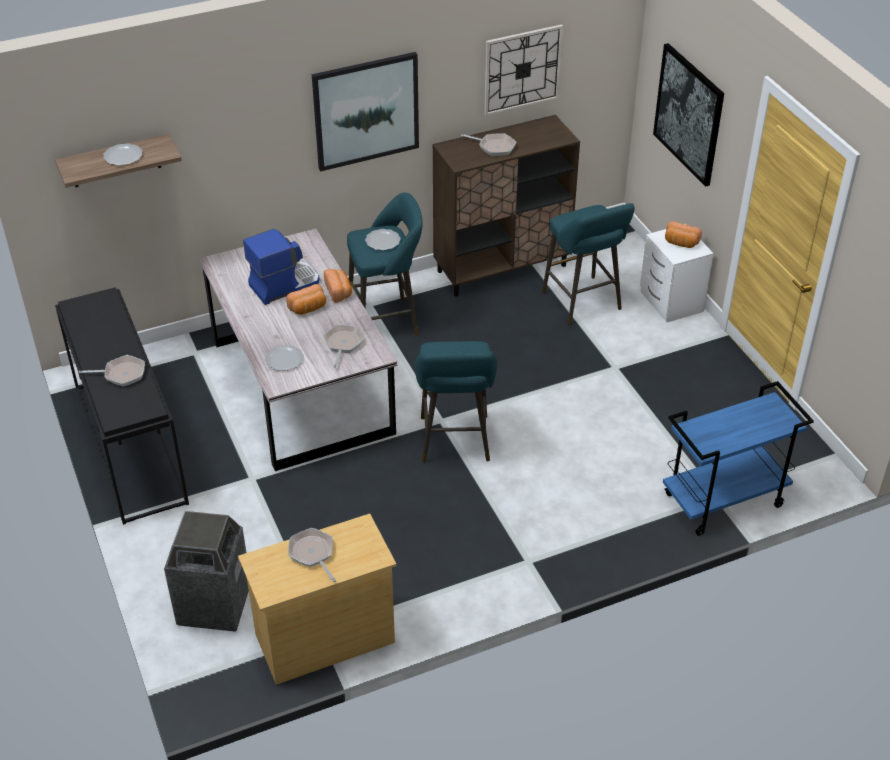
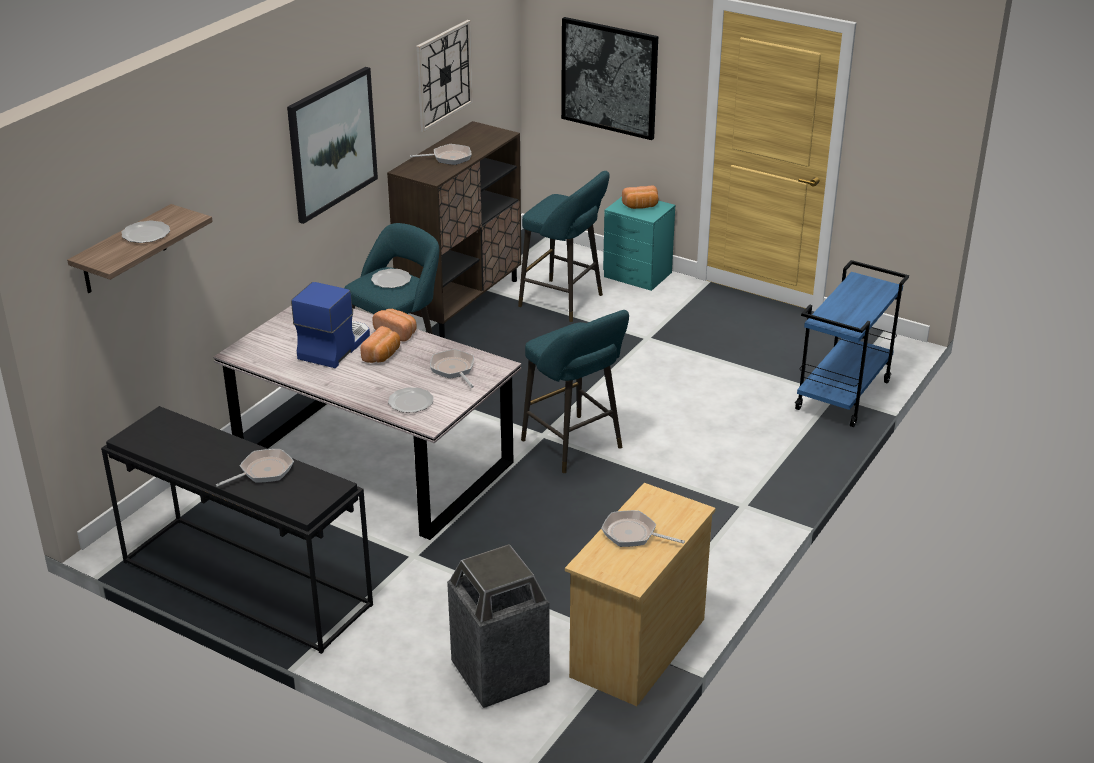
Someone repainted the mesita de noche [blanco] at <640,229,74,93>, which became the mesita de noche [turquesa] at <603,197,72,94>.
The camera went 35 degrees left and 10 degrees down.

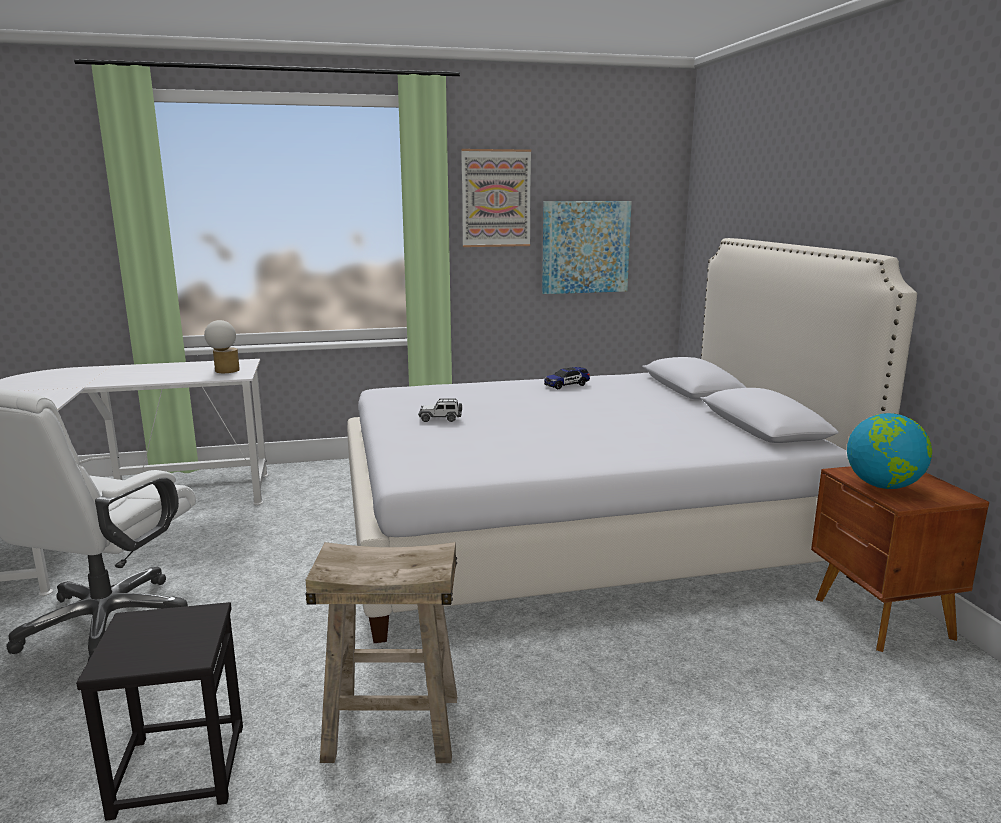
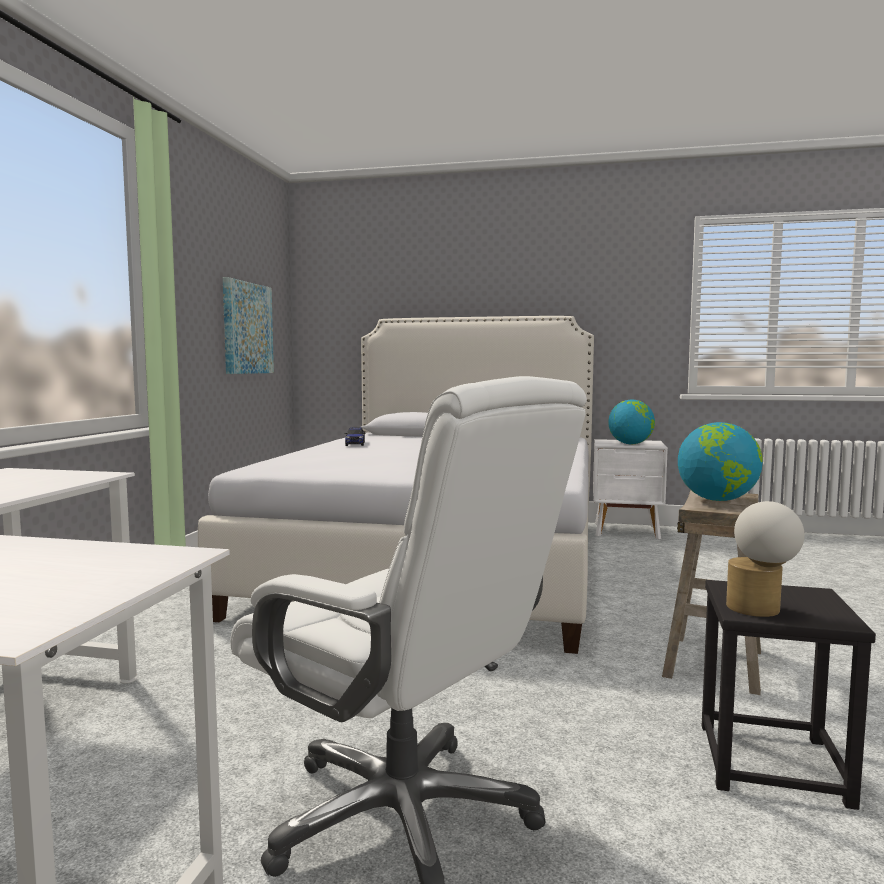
Someone took away the cuadro at <461,149,70,98>.
Someone carried the lámpara de mesa from <204,320,36,53> to <726,501,78,116>.
Someone took away the coche de juguete at <418,398,44,24>.
Someone repainted the mesita de noche [marrón] at <811,466,178,186>, which became the mesita de noche [blanco] at <593,439,75,100>.
Someone put down the globo terráqueo at <678,422,85,79>.
The camera went 65 degrees left and 10 degrees down.

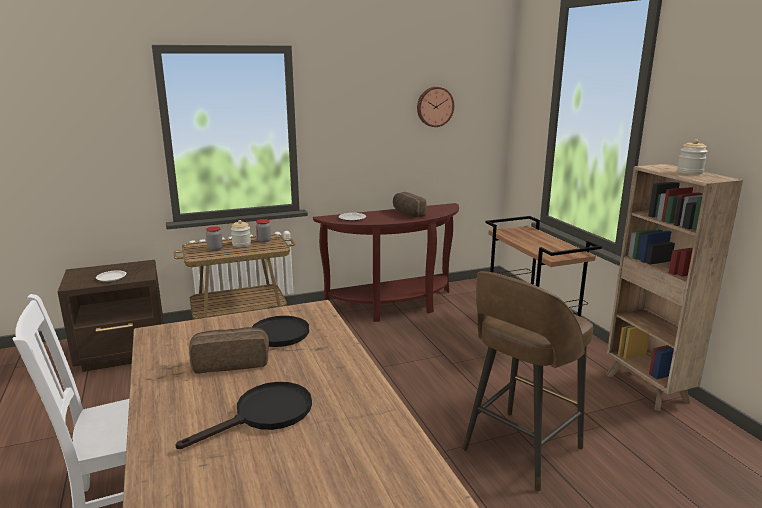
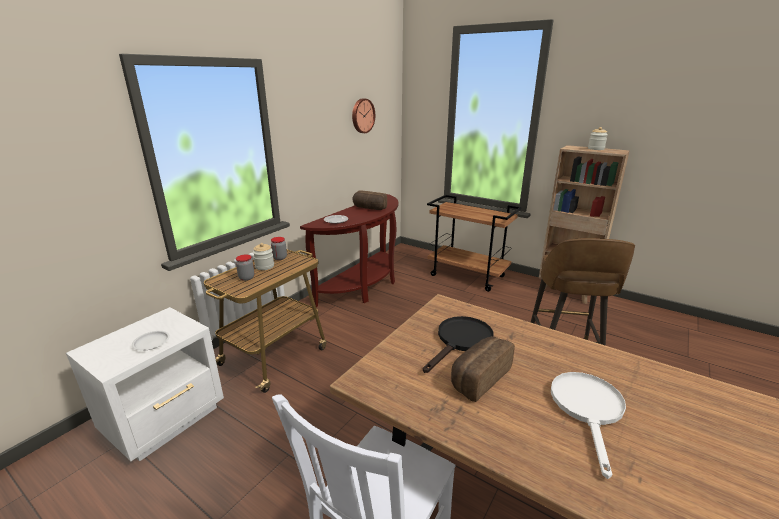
Someone repainted the mesita de noche [marrón] at <57,260,107,112>, which became the mesita de noche [blanco] at <66,307,158,154>.
Someone repainted the sartén [negro] at <175,382,137,67>, which became the sartén [blanco] at <551,372,75,107>.
The camera went 35 degrees left and 5 degrees up.

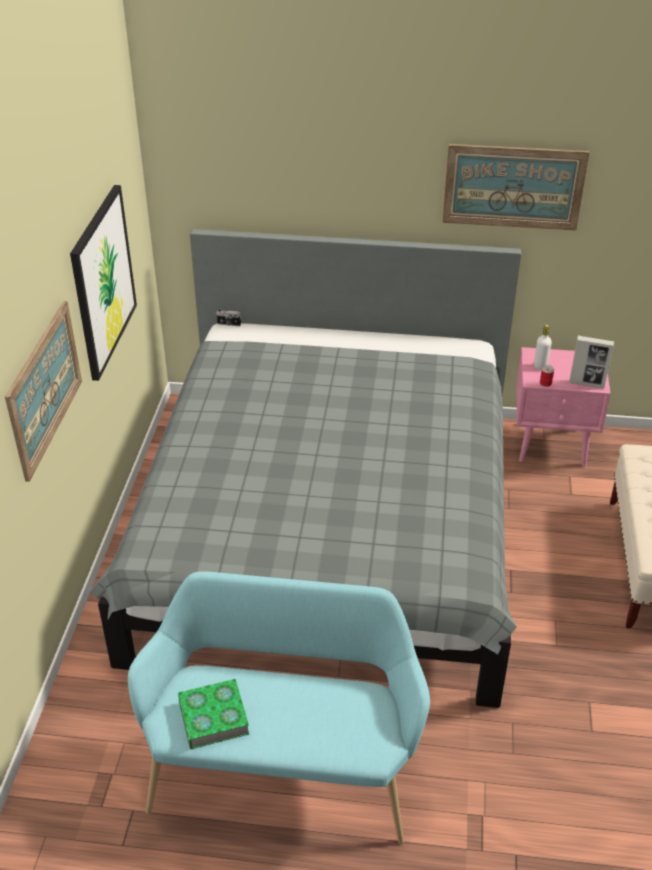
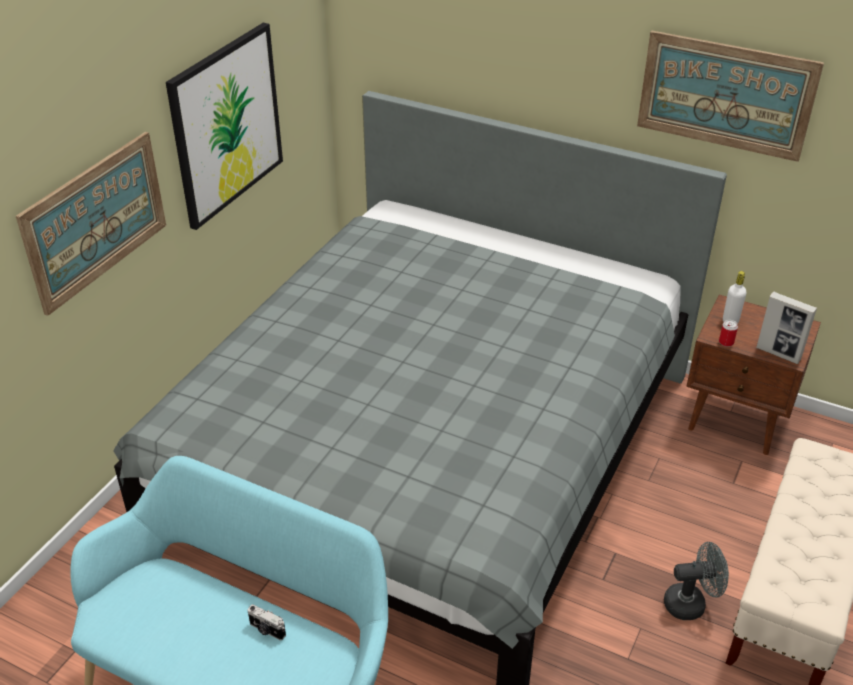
Someone carried the cámara from <216,310,25,16> to <248,604,38,36>.
Someone repainted the mesita de noche [rosa] at <516,347,95,120>, which became the mesita de noche [marrón] at <686,295,135,160>.
Someone took away the libro at <178,679,71,70>.
Someone put down the ventilador [gris] at <664,542,65,78>.
The camera went 20 degrees right and 0 degrees up.

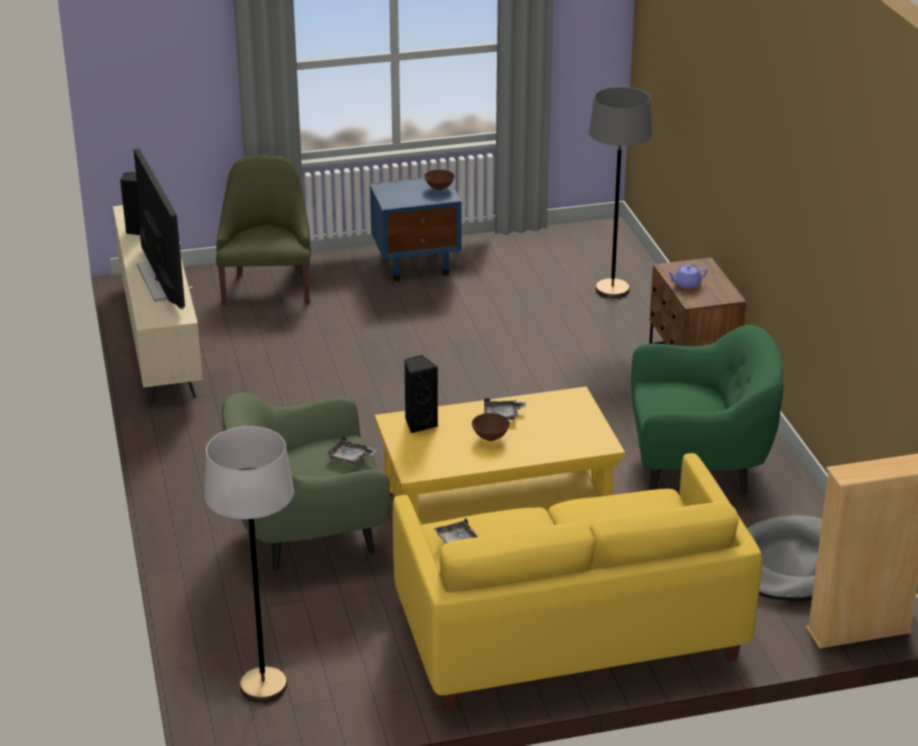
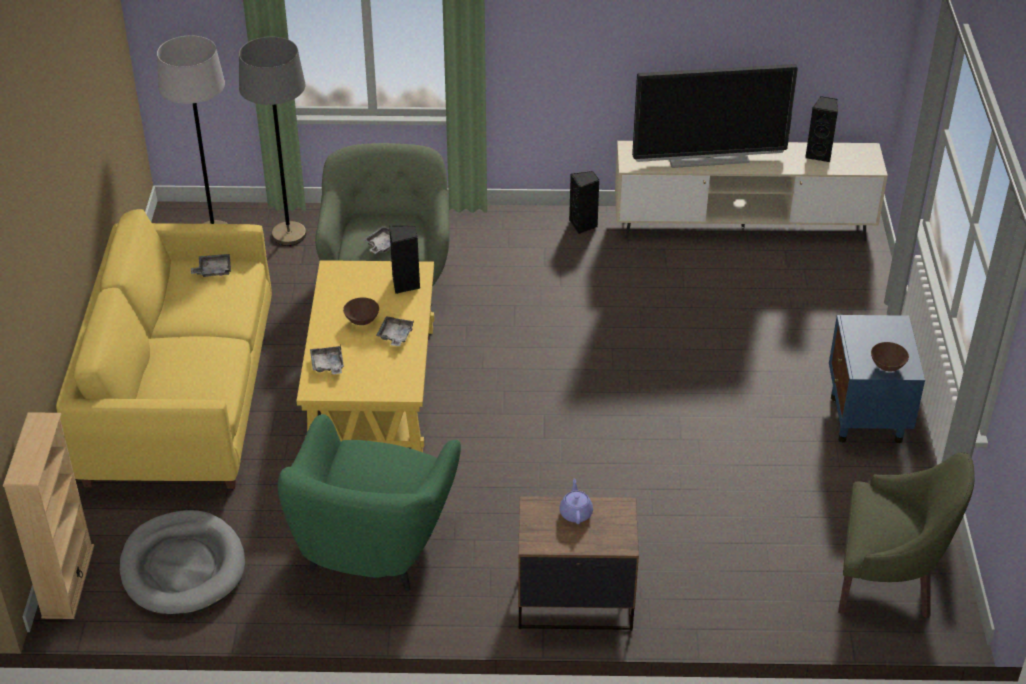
Someone carried the lámpara de pie [gris] from <589,87,63,211> to <239,37,68,209>.
Someone carried the sillón [verde] from <216,155,95,151> to <838,452,137,166>.
Someone put down the altavoz [negro] at <569,171,31,63>.
Someone put down the bandeja [gris] at <310,344,34,30>.
The camera went 105 degrees right and 10 degrees up.

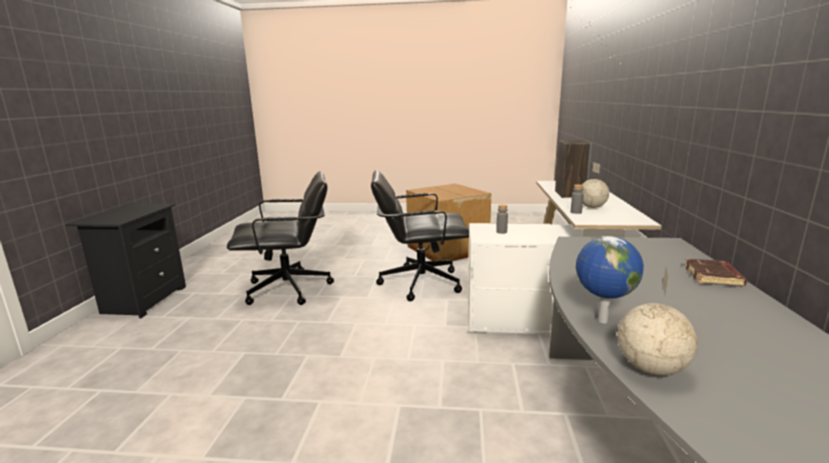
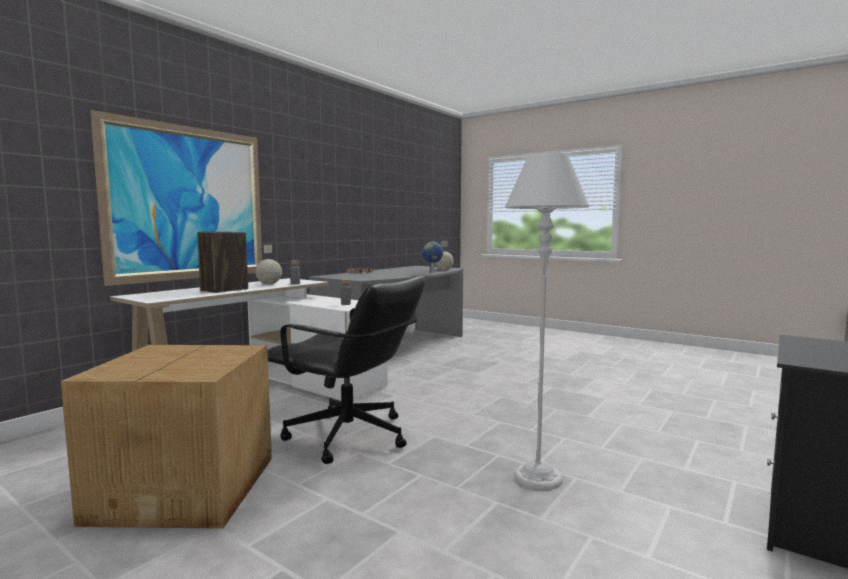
Someone swapped the silla de oficina [negro] at <227,171,107,134> for the lámpara de pie [gris] at <505,153,84,337>.
Someone put up the cuadro at <90,110,172,176>.
The camera went 150 degrees left and 10 degrees down.

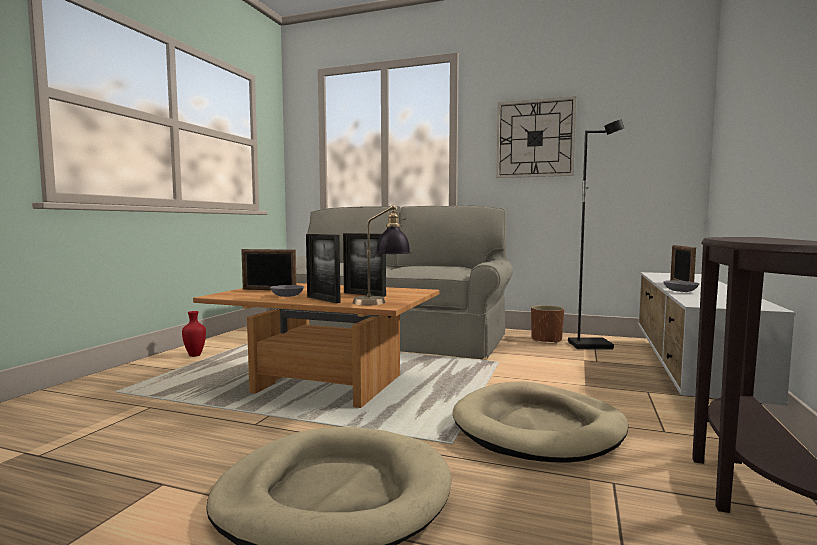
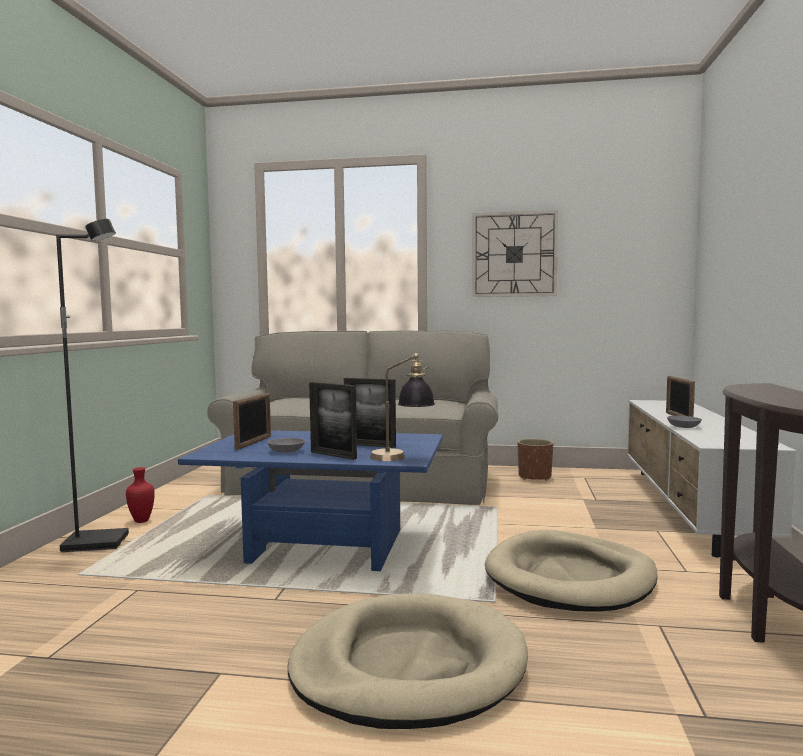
Someone carried the lámpara de pie [negro] from <568,119,56,231> to <56,219,73,333>.
Someone rotated the portarretratos at <241,249,56,41> by 75 degrees counterclockwise.
Someone repainted the mesa de centro [marrón] at <193,283,247,125>, which became the mesa de centro [azul] at <178,430,265,141>.
The camera went 10 degrees left and 0 degrees up.

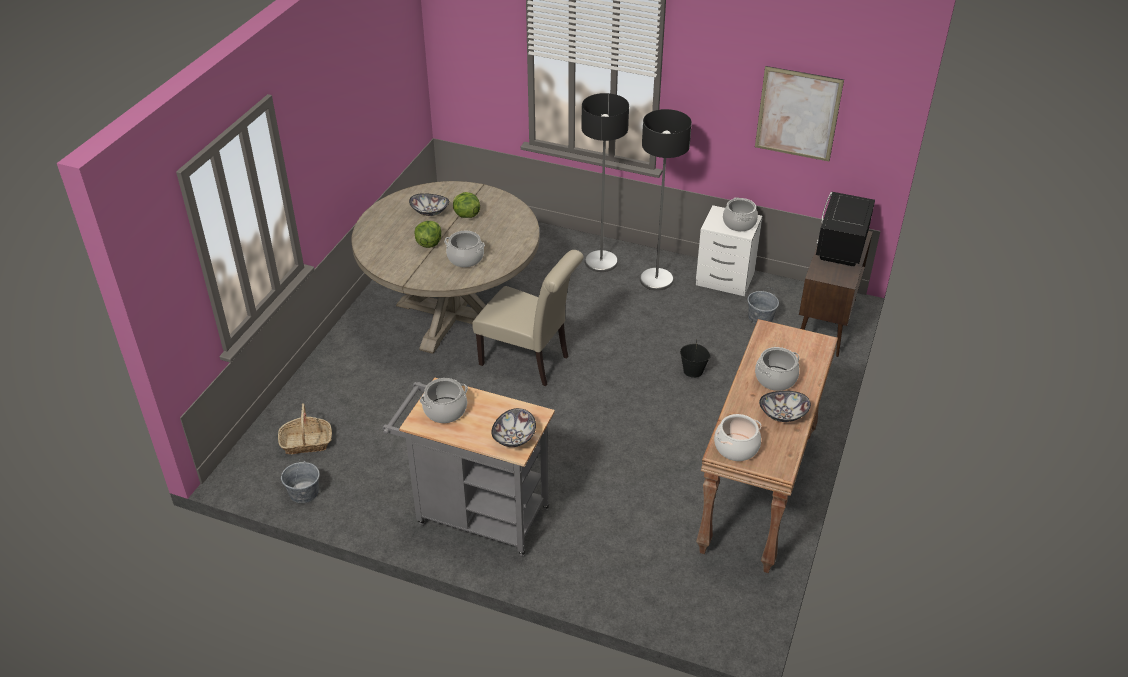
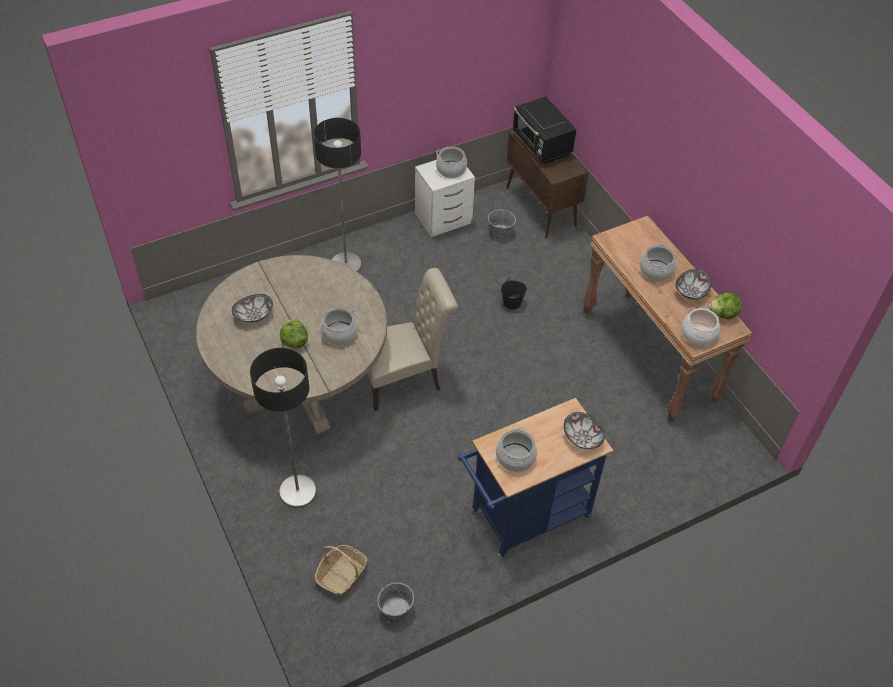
Someone took away the cuadro at <755,66,89,95>.
Someone carried the lámpara de pie from <640,109,52,182> to <250,348,67,160>.
Someone carried the lechuga from <453,192,27,26> to <708,292,34,27>.
Someone repainted the carrito [gris] at <382,378,173,179>, which became the carrito [azul] at <458,398,155,159>.
The camera went 50 degrees left and 10 degrees up.

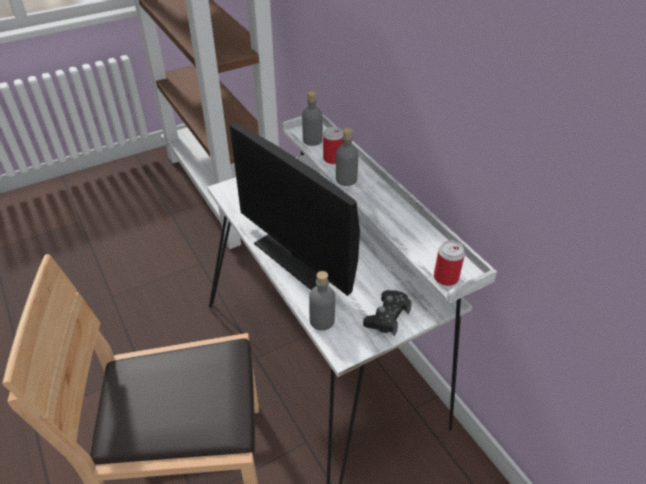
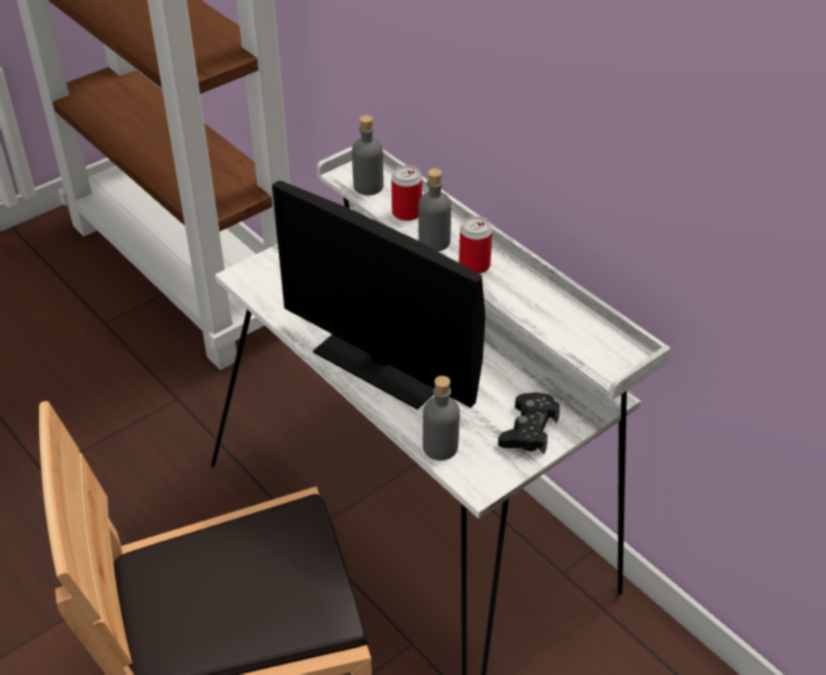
Someone carried the lata from <434,241,31,45> to <459,216,33,58>.
The camera went 10 degrees left and 0 degrees up.

